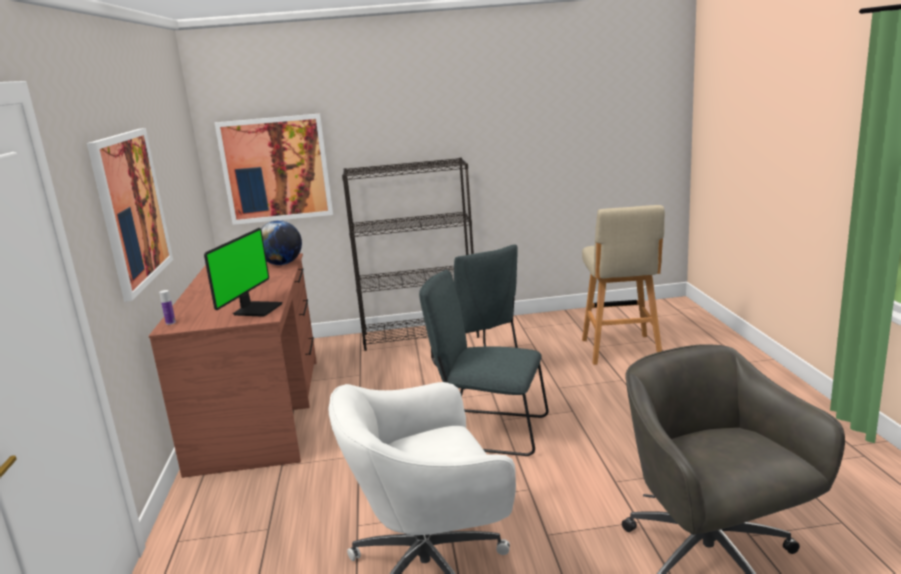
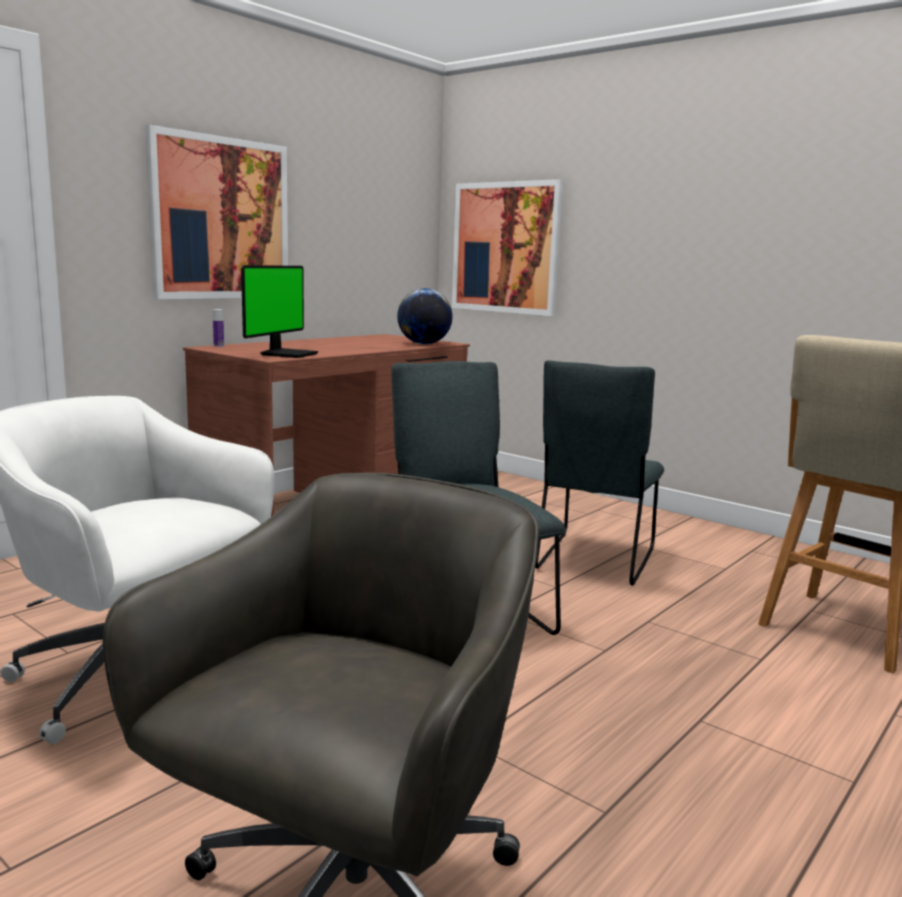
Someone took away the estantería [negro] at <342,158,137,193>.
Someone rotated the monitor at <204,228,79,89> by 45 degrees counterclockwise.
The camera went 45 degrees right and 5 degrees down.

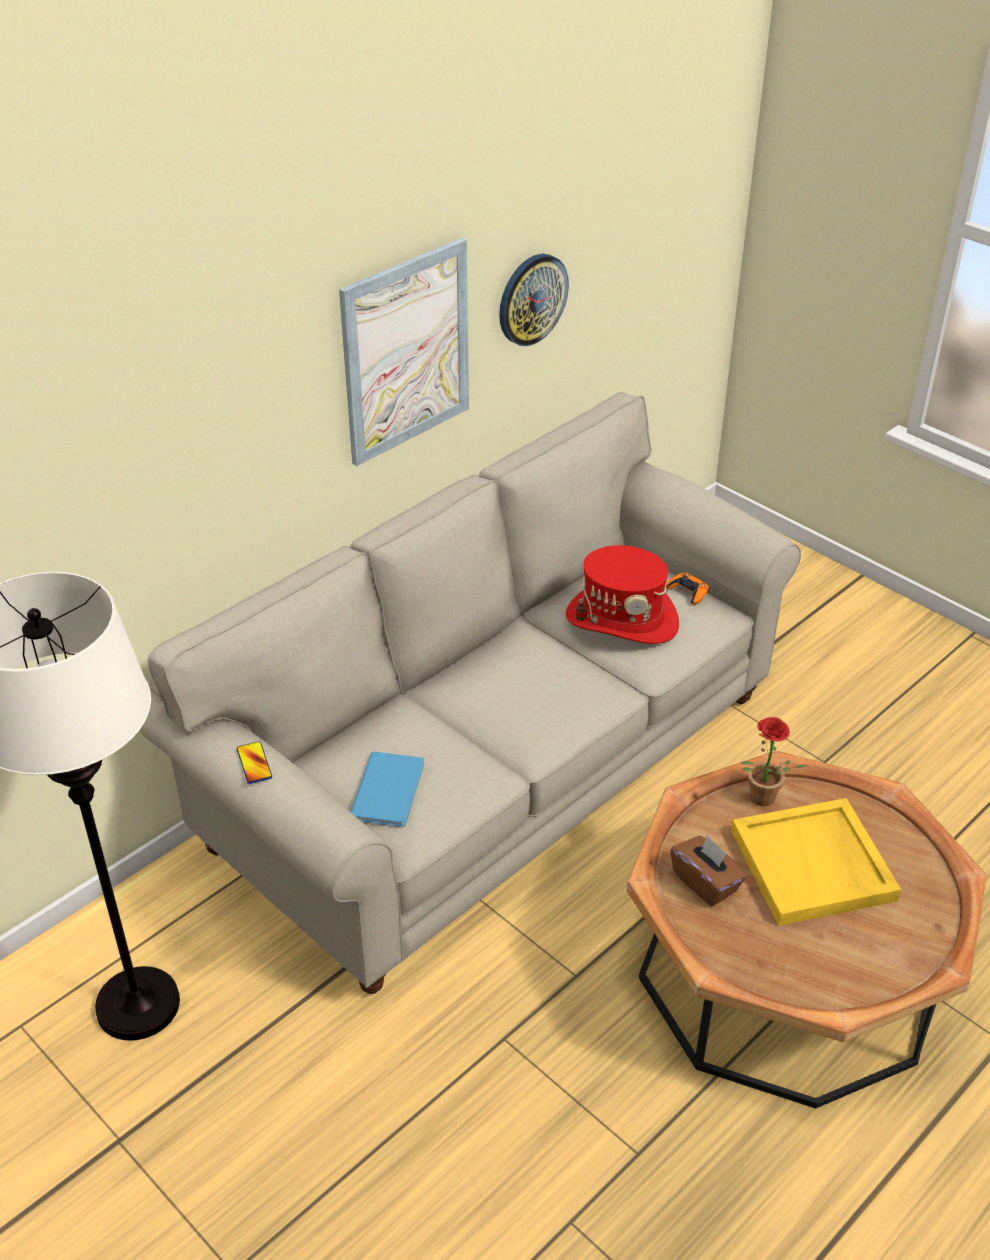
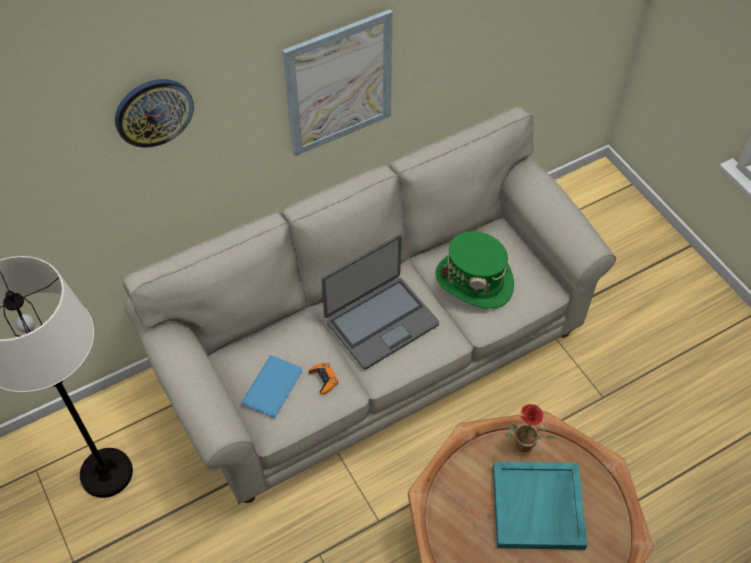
Someone carried the reloj de pared from <499,254,70,92> to <115,79,79,69>.
Someone repainted the sombrero [rojo] at <566,545,113,99>, which became the sombrero [verde] at <436,231,78,78>.
Someone carried the mando de consola [naranja] from <666,573,43,32> to <309,363,29,31>.
Someone took away the móvil at <237,741,35,43>.
Someone repainted the bandeja [amarillo] at <731,798,170,128>, which became the bandeja [turquesa] at <493,462,95,88>.
Someone took away the caja de pañuelos [marrón] at <670,835,77,71>.
Someone put down the portátil at <321,235,118,135>.
The camera went 15 degrees right and 15 degrees up.

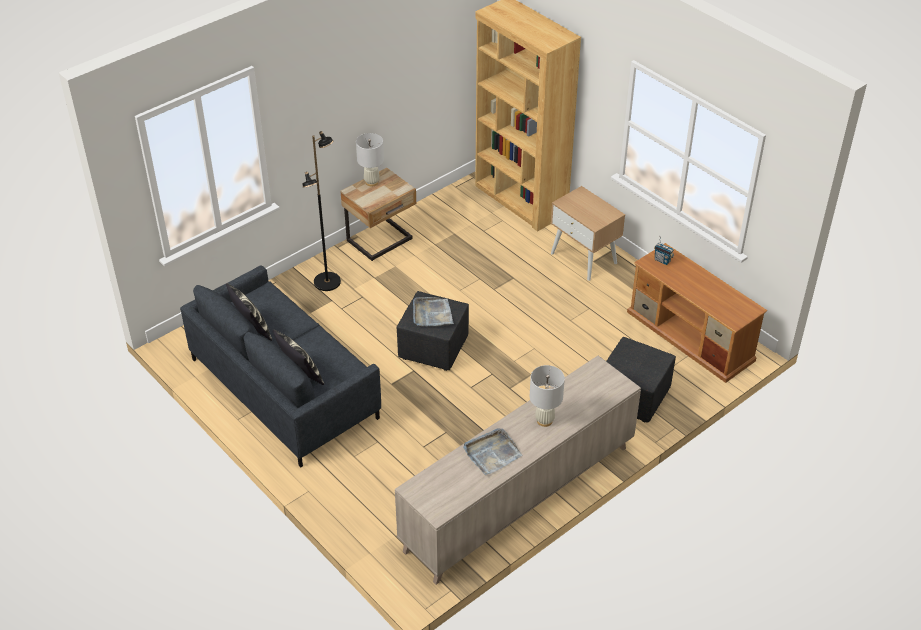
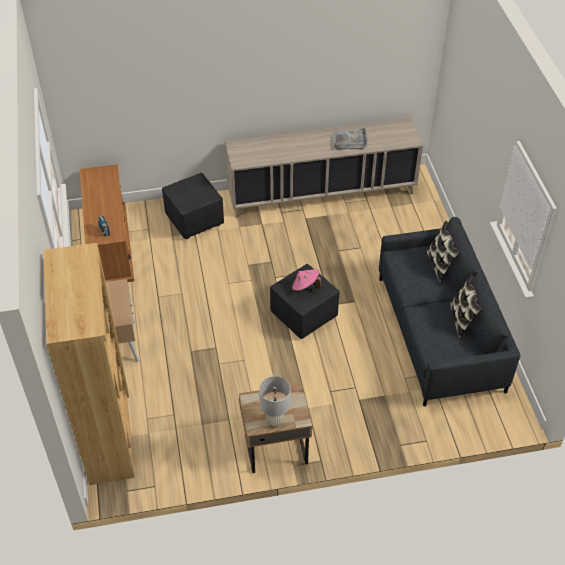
Someone took away the lámpara de pie [negro] at <303,131,38,160>.
Someone swapped the bandeja [gris] at <413,297,41,30> for the sombrero [rosa] at <292,269,29,23>.
Someone took away the lámpara de mesa [blanco] at <530,365,35,62>.
The camera went 150 degrees left and 5 degrees up.

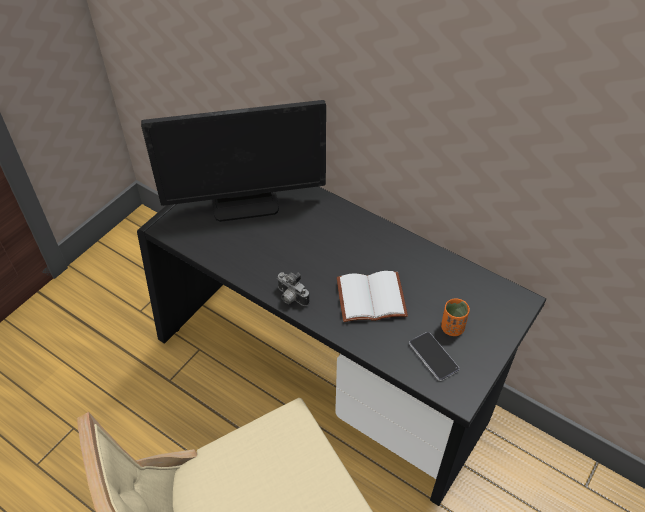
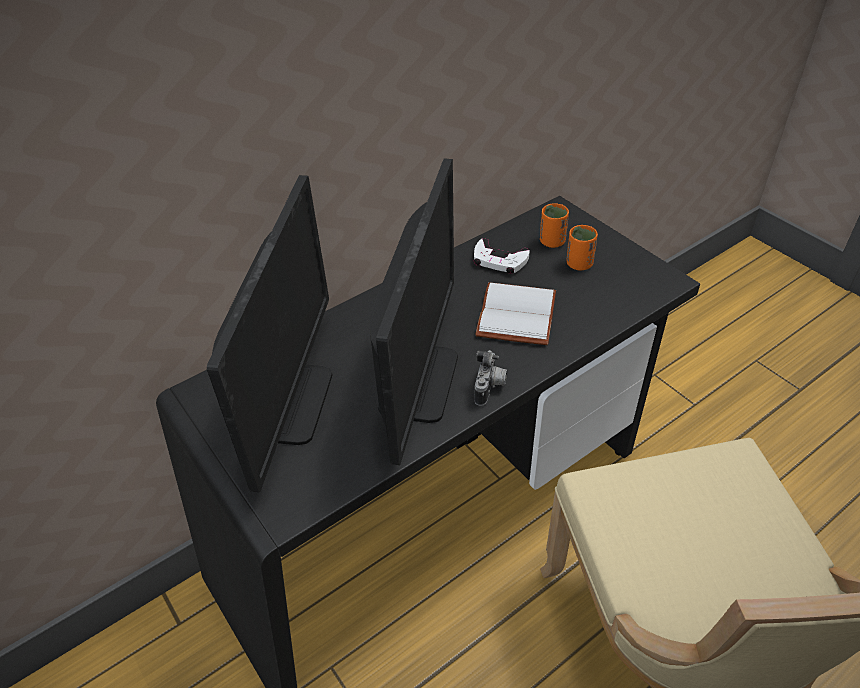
Someone rotated the cámara at <277,272,33,34> by 45 degrees counterclockwise.
Someone took away the móvil at <409,332,50,49>.
Someone put down the monitor at <369,158,89,307>.
Someone put down the taza [naranja] at <540,203,29,45>.
Someone put down the mando de consola [blanco] at <474,238,56,36>.
The camera went 70 degrees left and 5 degrees down.

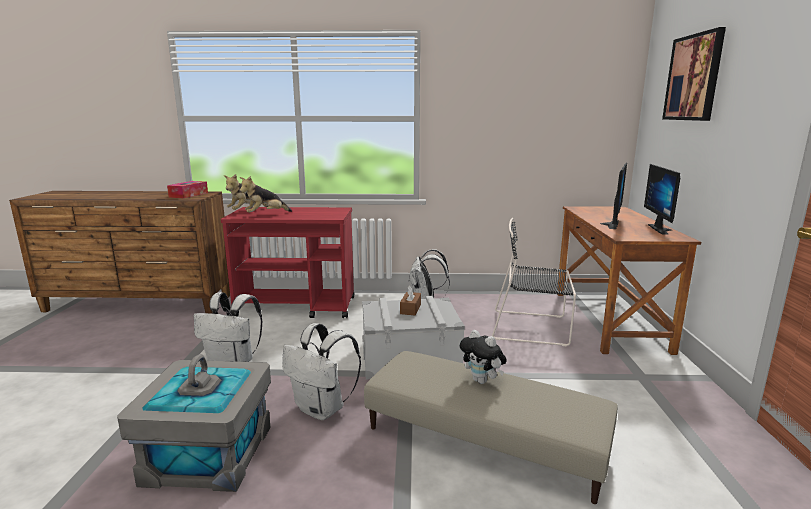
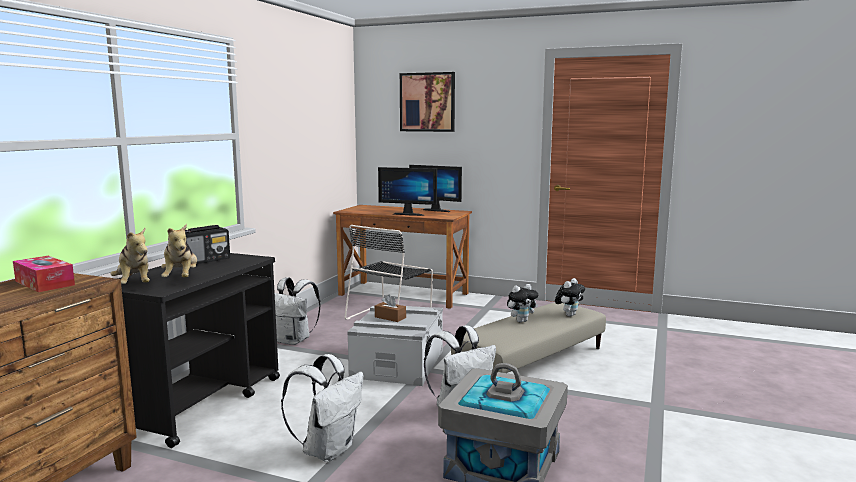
Someone rotated the monitor at <600,162,27,67> by 150 degrees clockwise.
Someone repainted the carrito [rojo] at <221,207,133,111>, which became the carrito [negro] at <117,253,163,195>.
Someone put down the radio at <185,225,45,39>.
Someone put down the peluche at <555,278,30,38>.
The camera went 70 degrees left and 5 degrees down.

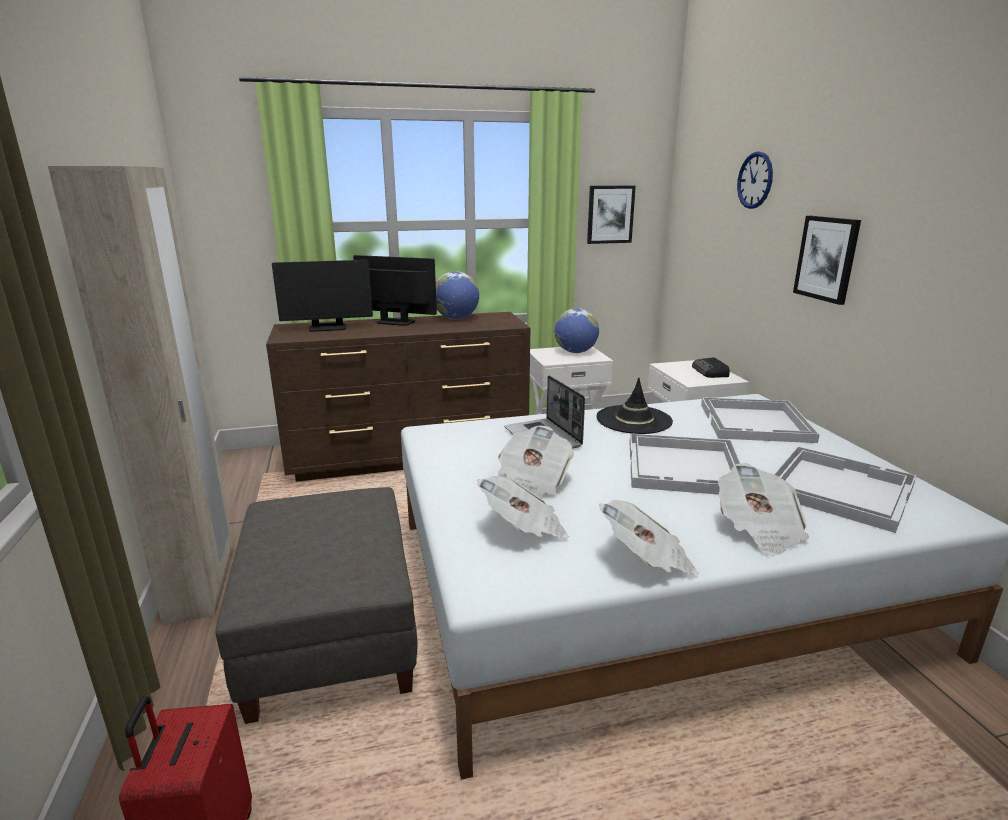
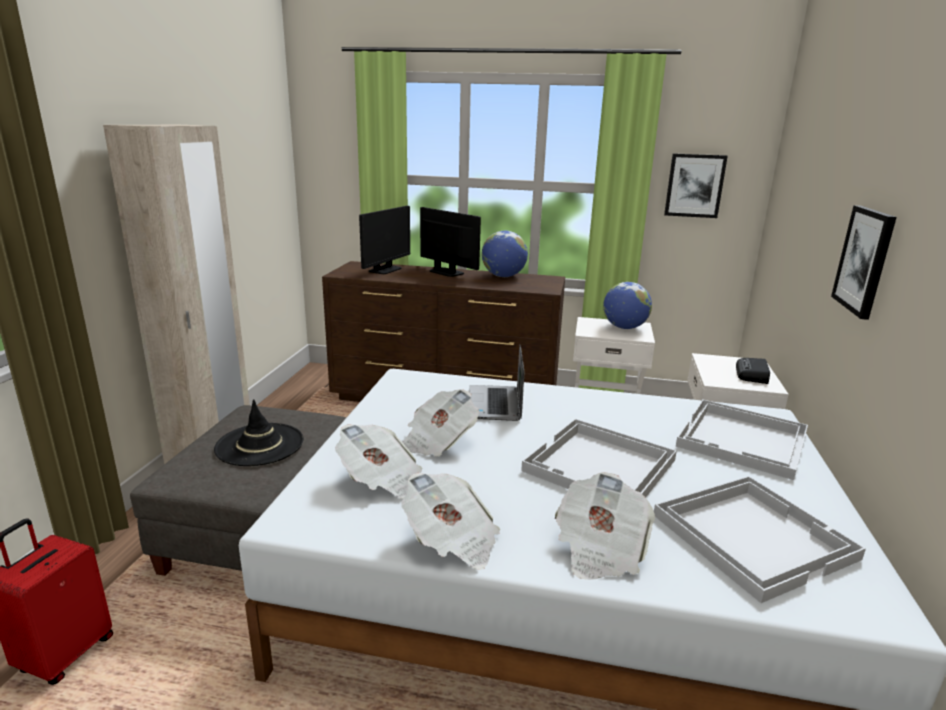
Someone took away the reloj de pared at <737,151,36,58>.
Someone rotated the monitor at <272,260,101,72> by 75 degrees counterclockwise.
Someone carried the sombrero [negro] from <596,378,77,56> to <214,399,90,67>.
The camera went 25 degrees right and 0 degrees up.

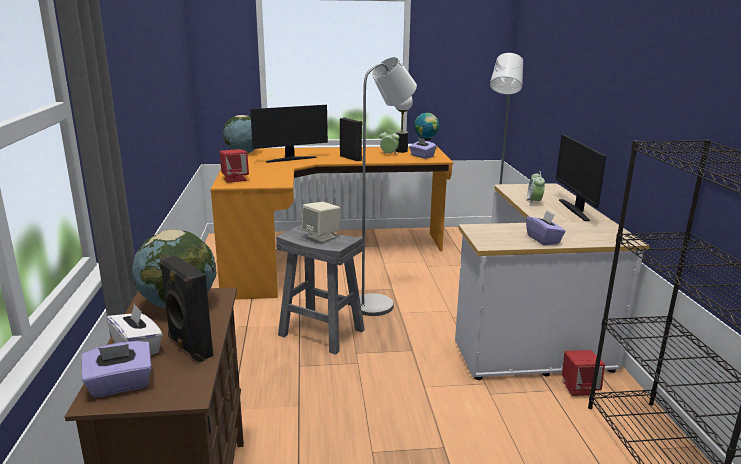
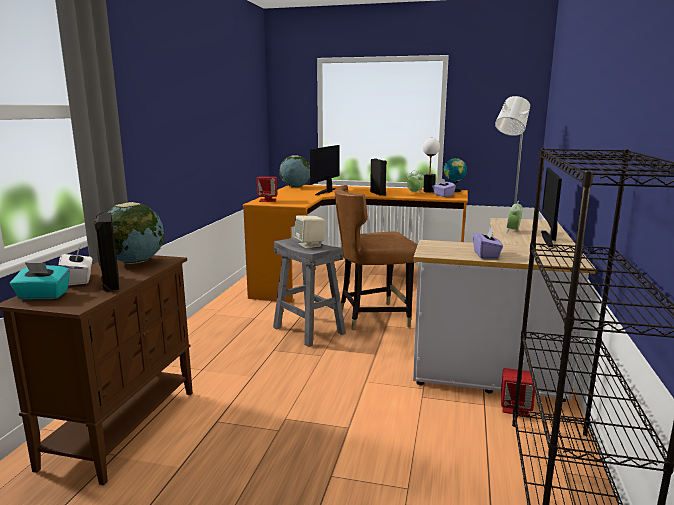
Someone swapped the lámpara de pie [gris] at <359,57,58,259> for the silla [marrón] at <334,185,84,145>.
Someone rotated the monitor at <250,105,78,58> by 120 degrees clockwise.
Someone repainted the caja de pañuelos [morado] at <82,341,70,56>, which became the caja de pañuelos [turquesa] at <10,262,60,38>.
The camera went 20 degrees right and 5 degrees down.

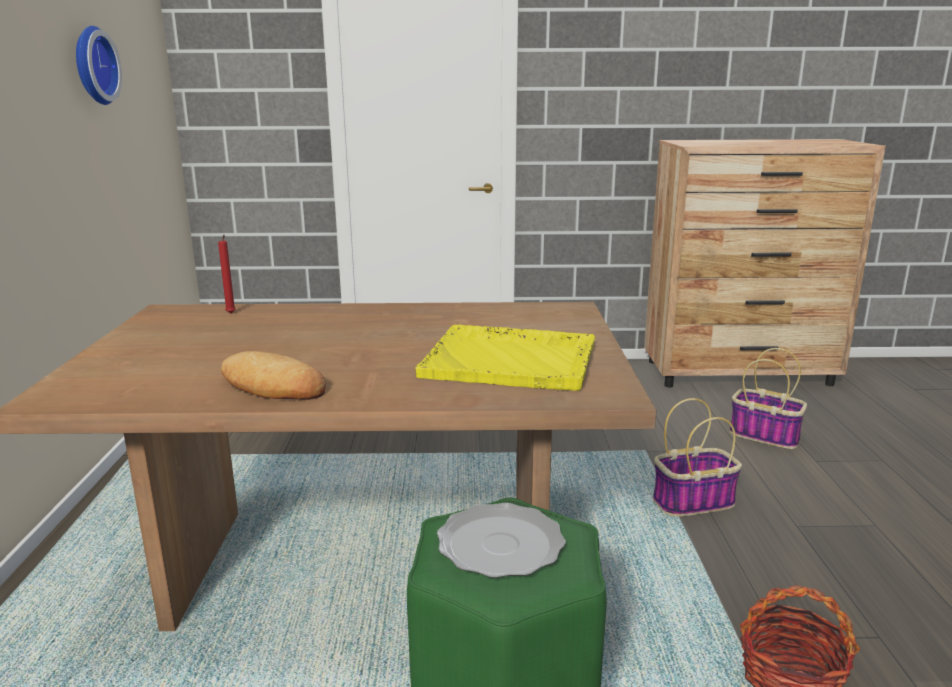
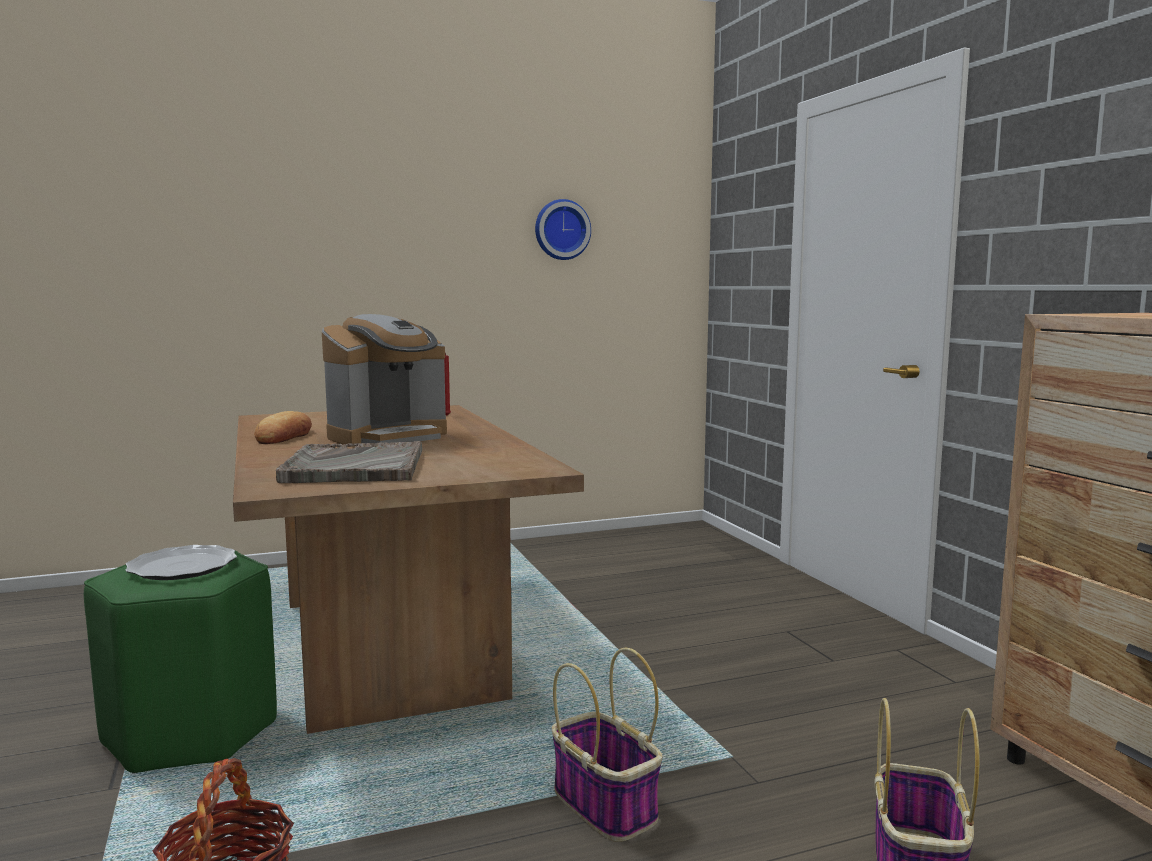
Someone repainted the bandeja [amarillo] at <415,325,180,66>, which became the bandeja [gris] at <276,441,146,42>.
Someone put down the cafetera at <322,314,125,131>.
The camera went 70 degrees right and 10 degrees down.

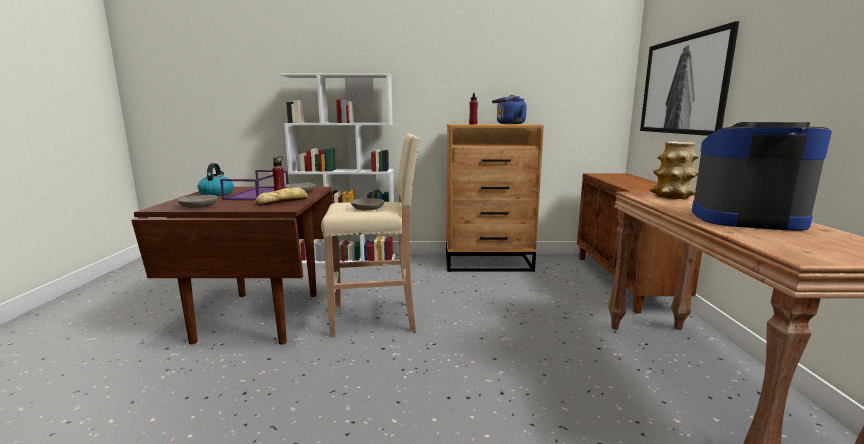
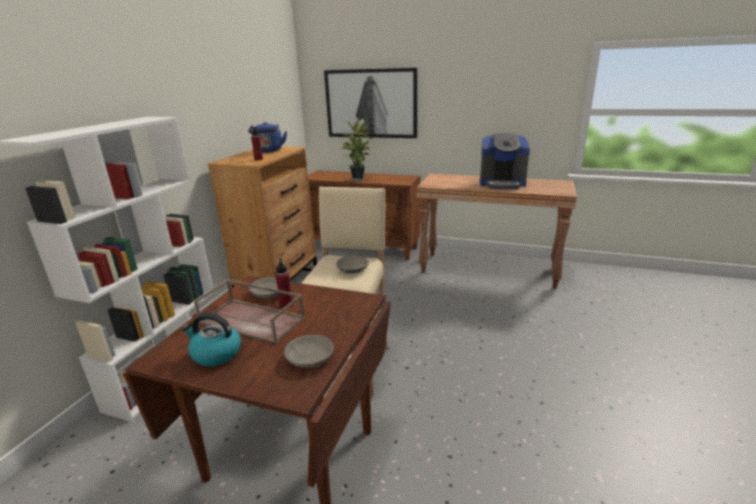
Someone rotated the cafetera at <692,122,140,109> by 120 degrees counterclockwise.
Someone took away the florero at <650,142,49,57>.
Someone repainted the bandeja [morado] at <220,170,69,31>, which became the bandeja [marrón] at <194,279,111,65>.
Someone took away the pan at <256,187,52,19>.
Someone put down the planta en maceta at <340,119,32,62>.
The camera went 70 degrees left and 10 degrees up.

